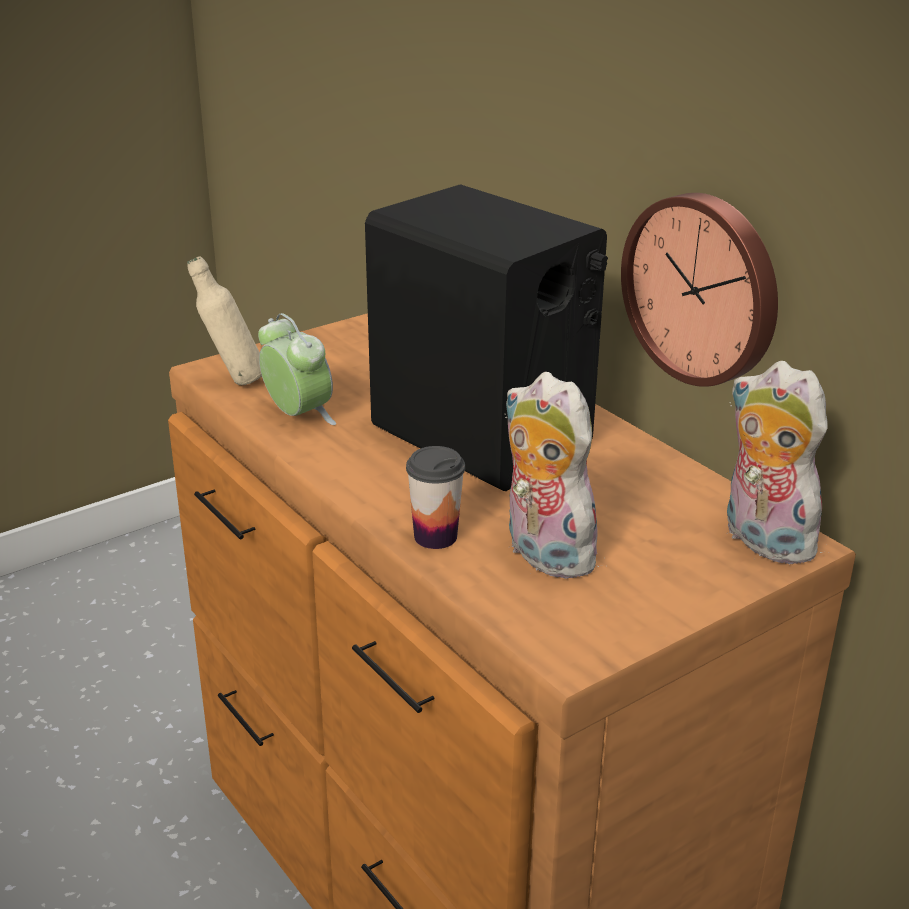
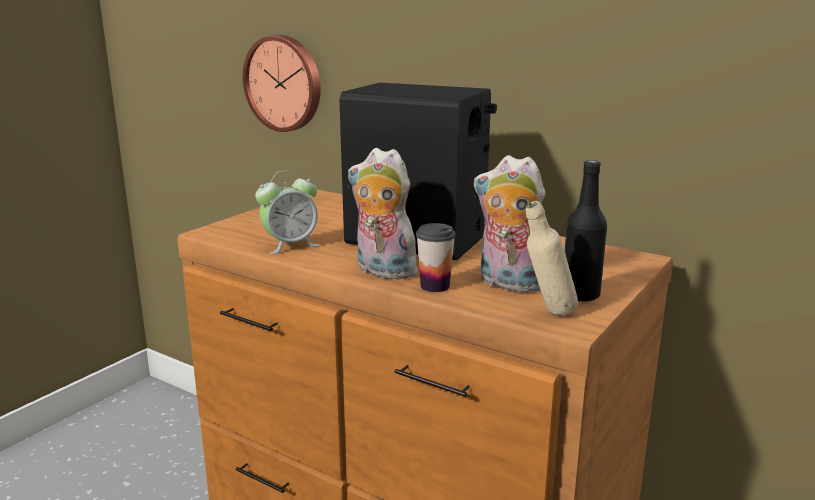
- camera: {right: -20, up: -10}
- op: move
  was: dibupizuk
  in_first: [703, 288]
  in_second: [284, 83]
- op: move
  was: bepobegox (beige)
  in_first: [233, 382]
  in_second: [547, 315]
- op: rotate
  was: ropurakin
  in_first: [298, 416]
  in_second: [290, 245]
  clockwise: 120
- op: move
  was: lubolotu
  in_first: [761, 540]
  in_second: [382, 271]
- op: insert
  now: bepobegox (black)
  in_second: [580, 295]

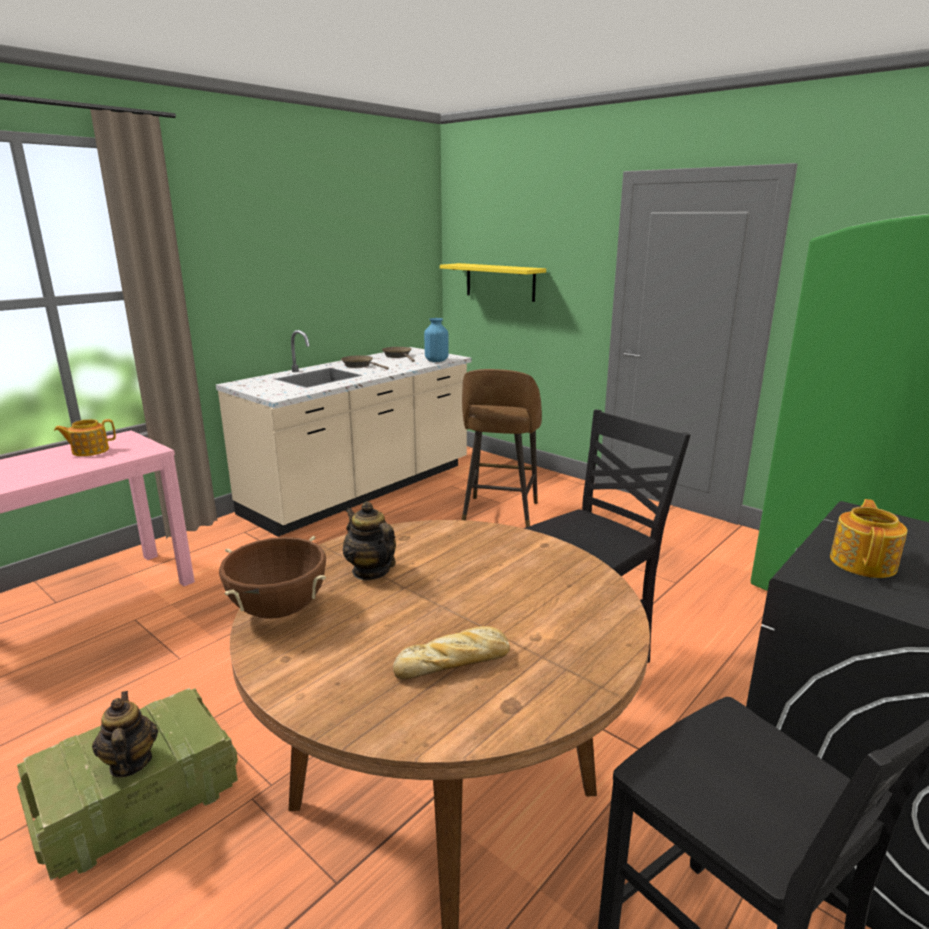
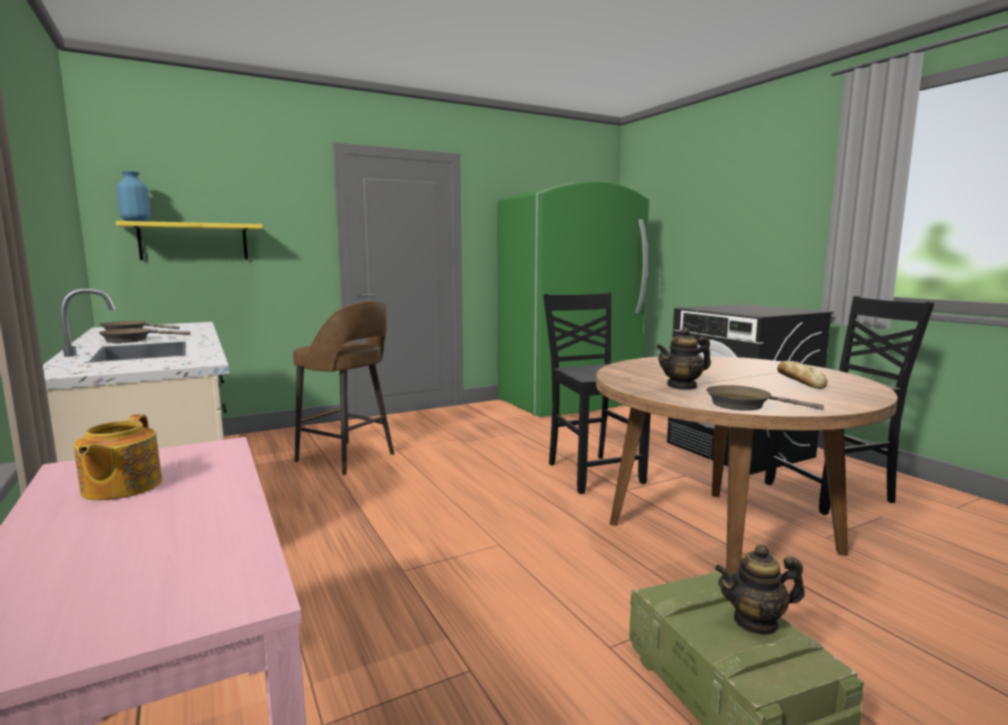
- camera: {right: -70, up: -10}
- op: move
  was: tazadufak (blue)
  in_first: [436, 361]
  in_second: [135, 221]
- op: delete
  was: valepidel
  in_first: [863, 562]
- op: replace
  was: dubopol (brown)
  now: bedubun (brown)
  in_first: [279, 610]
  in_second: [743, 405]

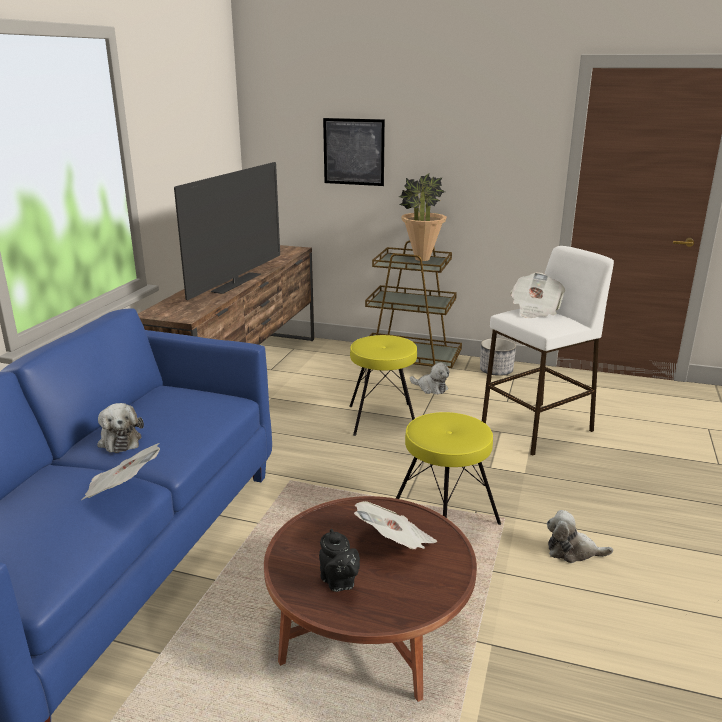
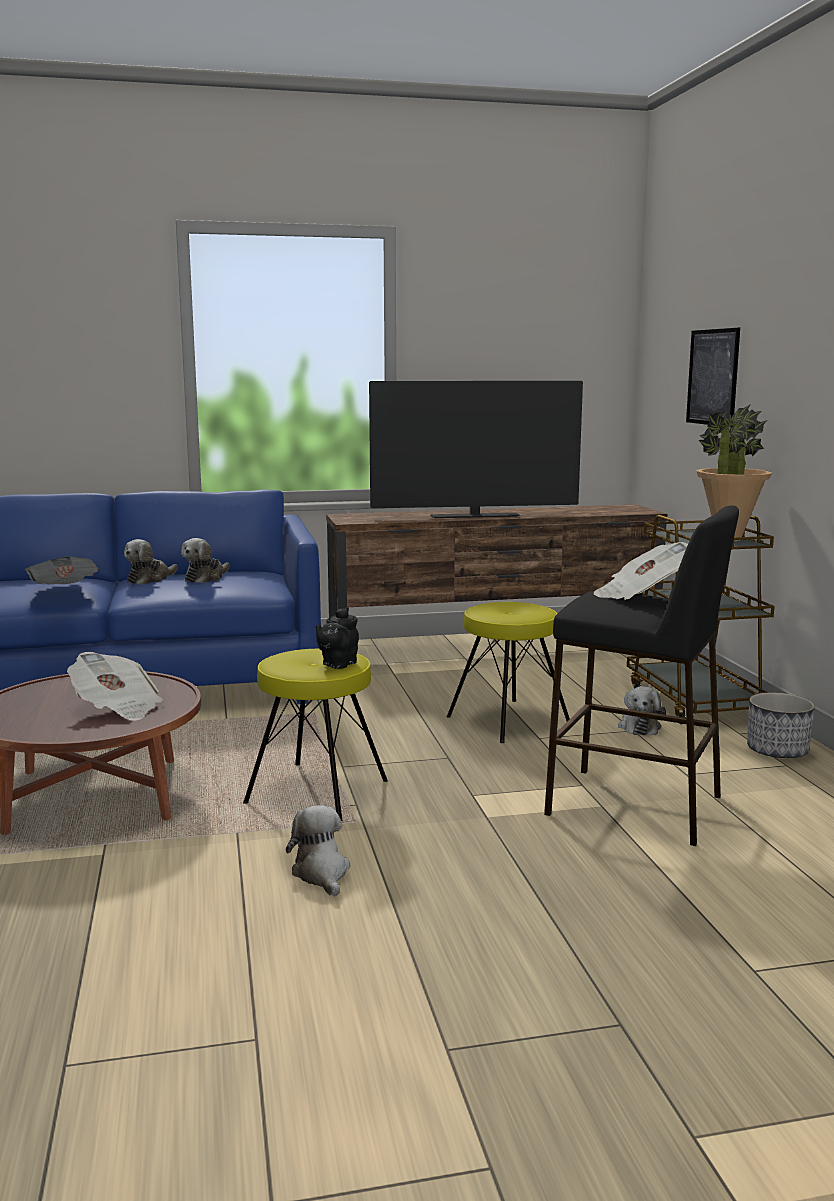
- camera: {right: 60, up: -10}
- op: recolor
  was: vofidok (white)
  now: vofidok (black)
  in_first: [537, 427]
  in_second: [635, 805]
- op: move
  was: valepidel (black)
  in_first: [339, 583]
  in_second: [337, 664]
- op: insert
  now: lubolotu
  in_second: [205, 578]

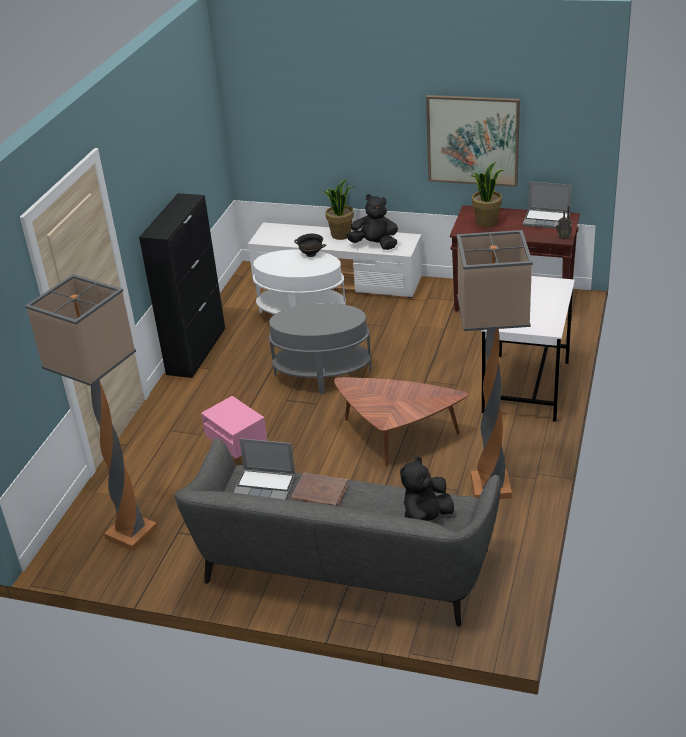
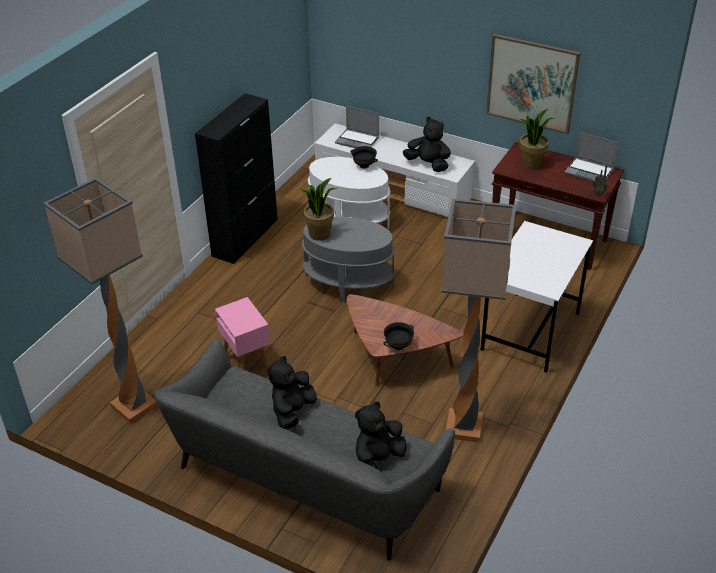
- camera: {right: 10, up: 5}
- op: move
  was: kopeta
  in_first: [341, 235]
  in_second: [319, 234]
- op: move
  was: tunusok
  in_first: [265, 486]
  in_second: [358, 140]
- op: replace
  was: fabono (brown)
  now: lubolotu (black)
  in_first: [320, 494]
  in_second: [292, 411]
- op: insert
  now: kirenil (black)
  in_second: [398, 346]

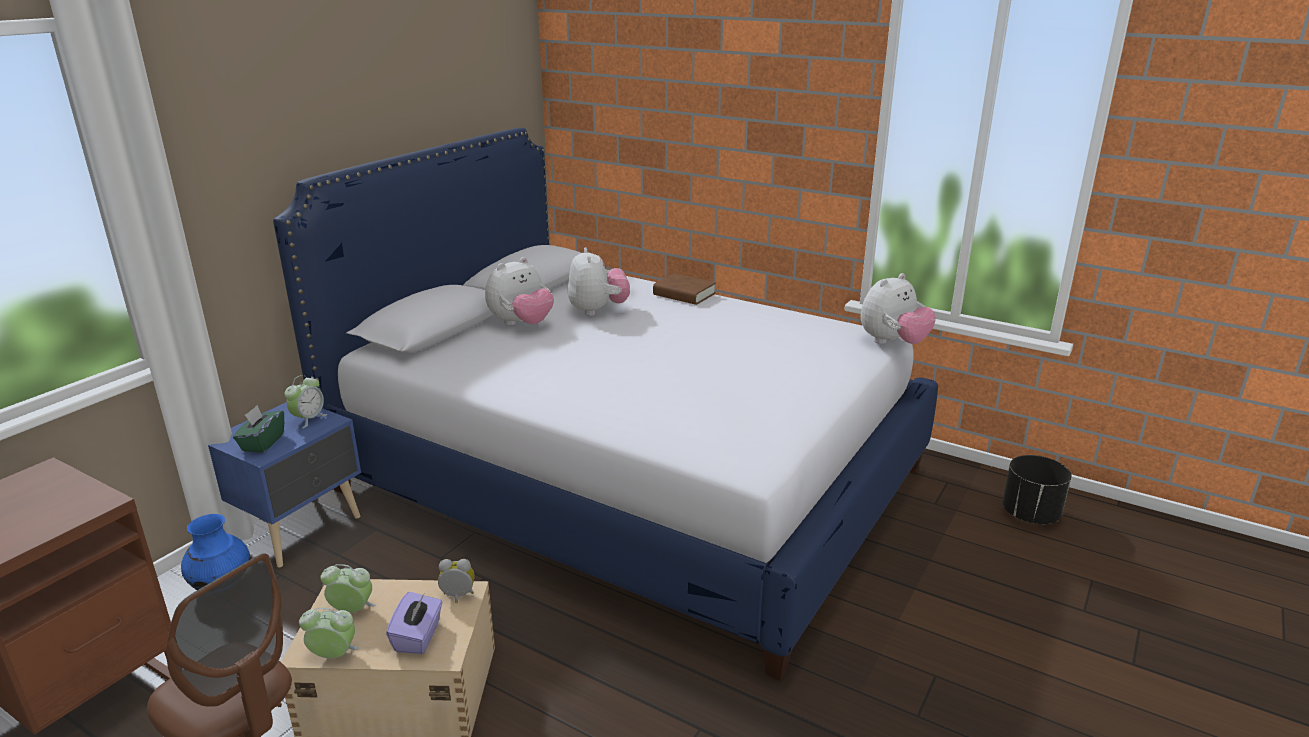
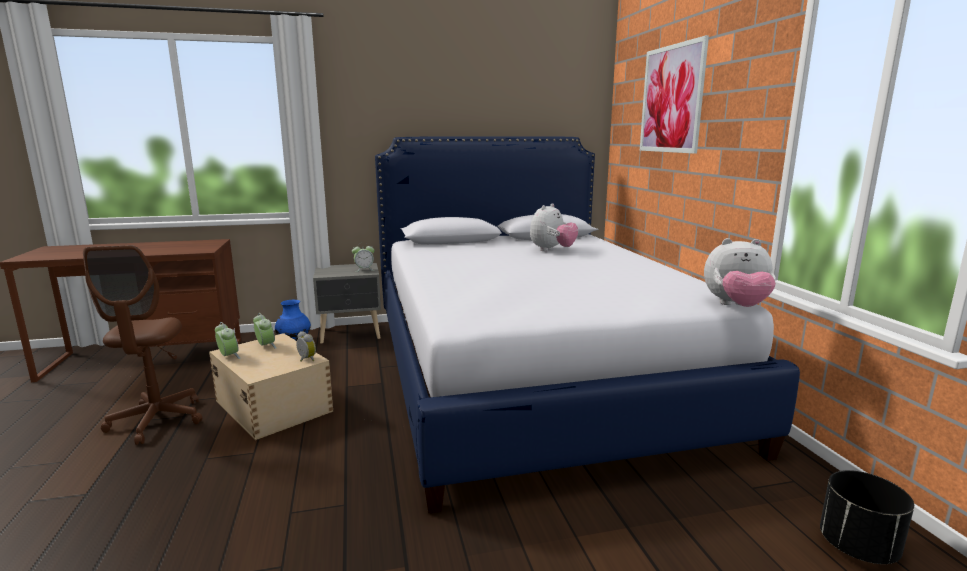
- camera: {right: 45, up: -10}
- op: delete
  was: lubolotu
  in_first: [521, 324]
- op: delete
  was: fabono (brown)
  in_first: [684, 294]
- op: recolor
  was: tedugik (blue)
  now: tedugik (grey)
  in_first: [301, 530]
  in_second: [351, 334]
- op: delete
  was: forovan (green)
  in_first: [262, 443]
- op: delete
  was: forovan (purple)
  in_first: [418, 637]
- op: insert
  now: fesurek
  in_second: [671, 99]

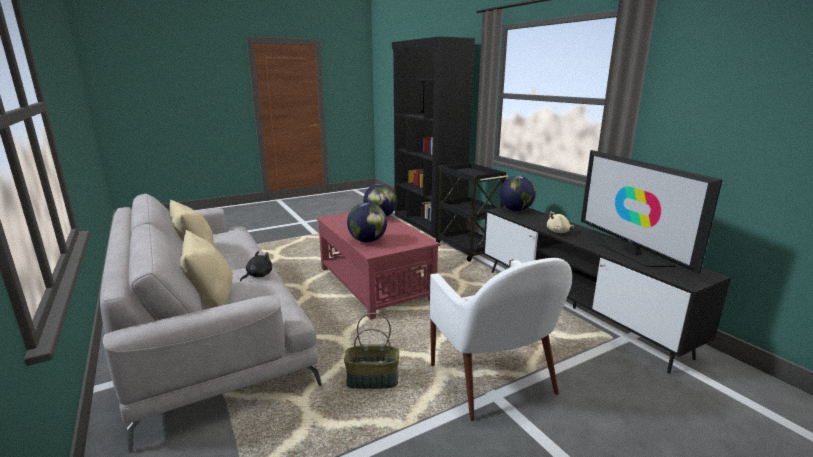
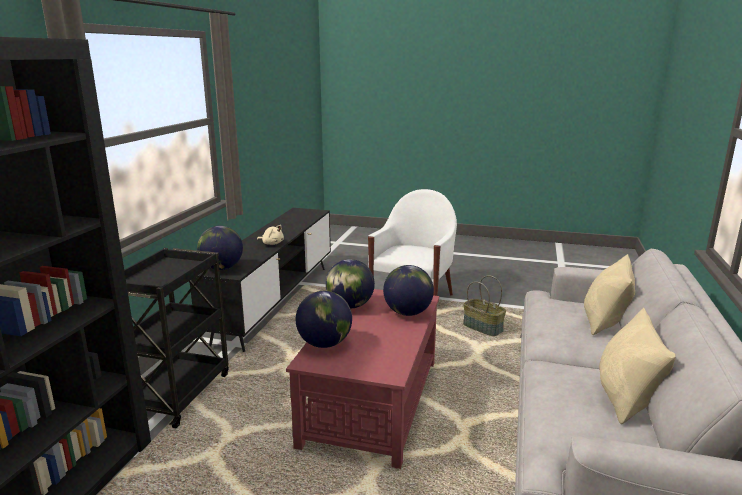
- camera: {right: -135, up: 0}
- op: delete
  was: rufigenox
  in_first: [631, 253]
- op: delete
  was: lubolotu (black)
  in_first: [258, 276]
- op: insert
  now: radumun
  in_second: [350, 306]

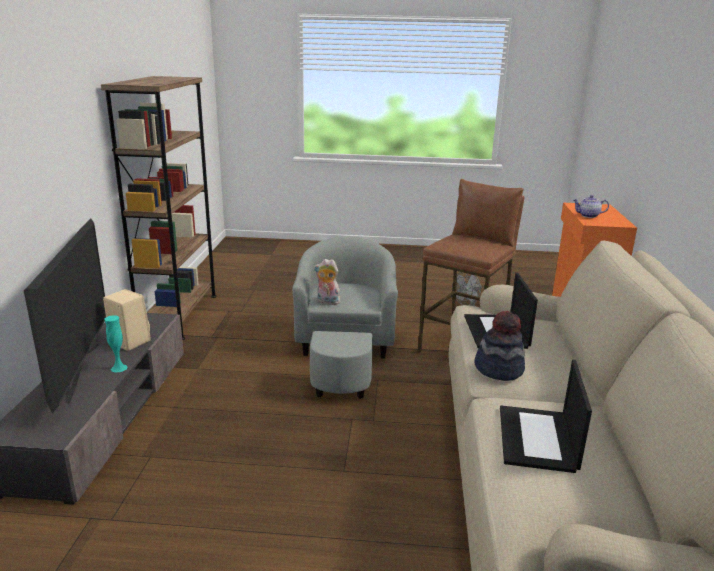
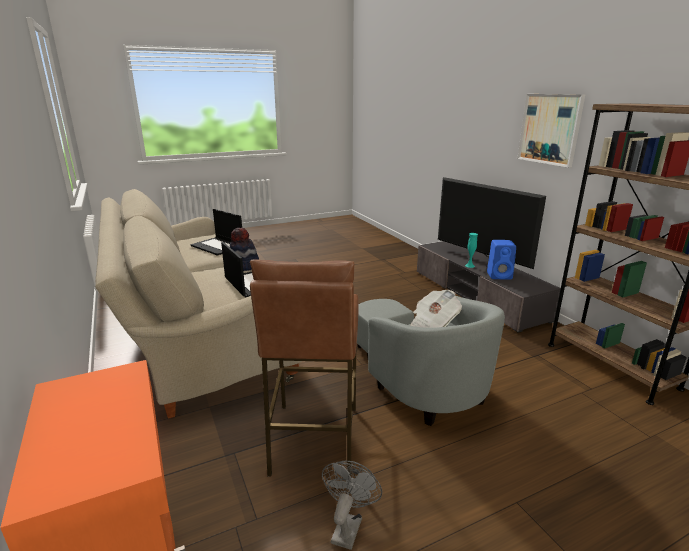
- camera: {right: 150, up: 0}
- op: delete
  was: valepidel
  in_first: [588, 216]
- op: replace
  was: lubolotu
  now: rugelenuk
  in_first: [327, 302]
  in_second: [433, 323]
- op: recolor
  was: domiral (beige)
  now: domiral (blue)
  in_first: [128, 342]
  in_second: [500, 275]
- op: rotate
  was: tunusok
  in_first: [538, 439]
  in_second: [218, 246]
  clockwise: 150
- op: insert
  now: fesurek
  in_second: [550, 129]

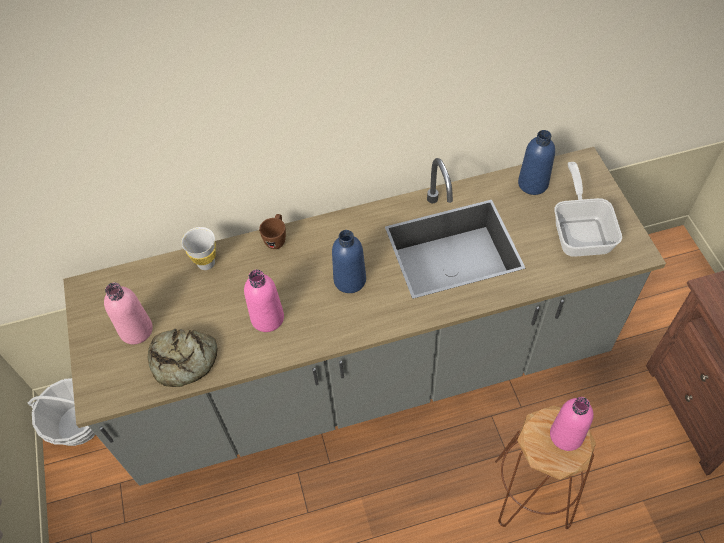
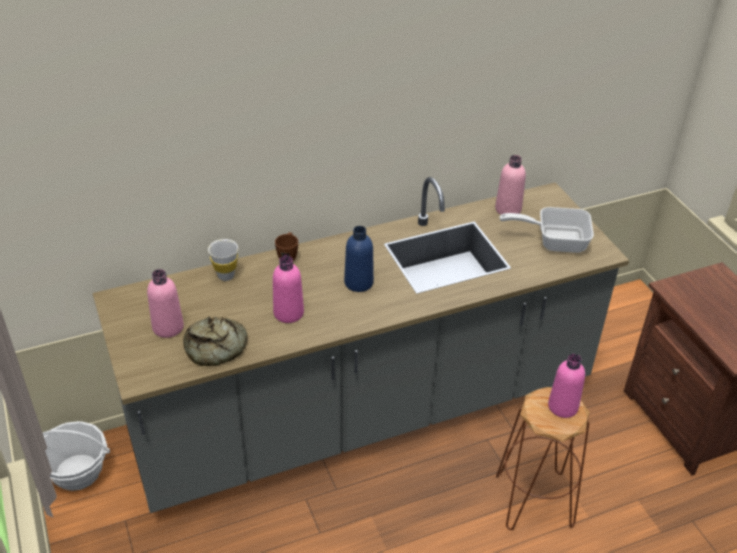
- camera: {right: -10, up: -15}
- op: recolor
  was: bepobegox (blue)
  now: bepobegox (pink)
  in_first: [533, 183]
  in_second: [508, 209]
- op: rotate
  was: bedubun
  in_first: [581, 231]
  in_second: [554, 240]
  clockwise: -75

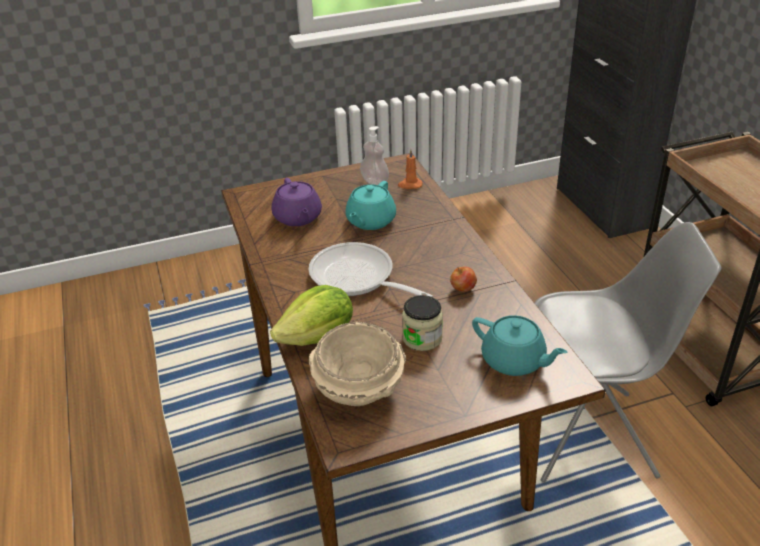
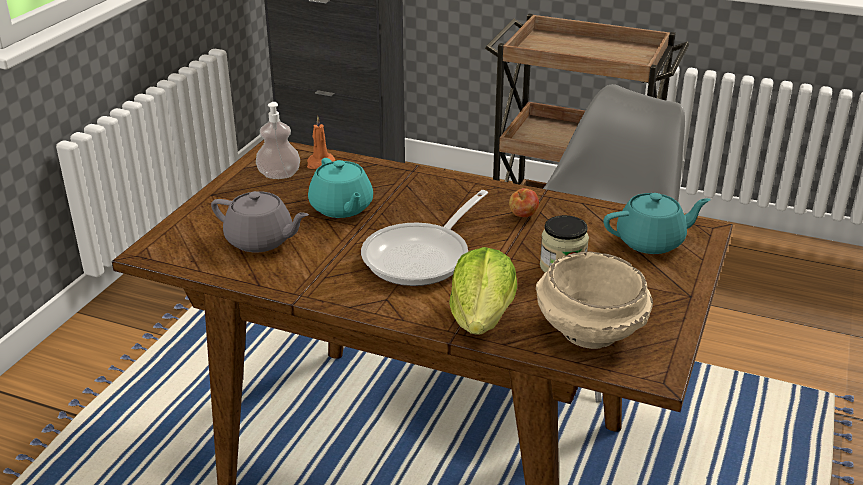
- camera: {right: -50, up: -5}
- op: recolor
  was: valepidel (purple)
  now: valepidel (grey)
  in_first: [297, 218]
  in_second: [261, 241]
- op: rotate
  was: bedubun
  in_first: [357, 278]
  in_second: [422, 256]
  clockwise: -45

